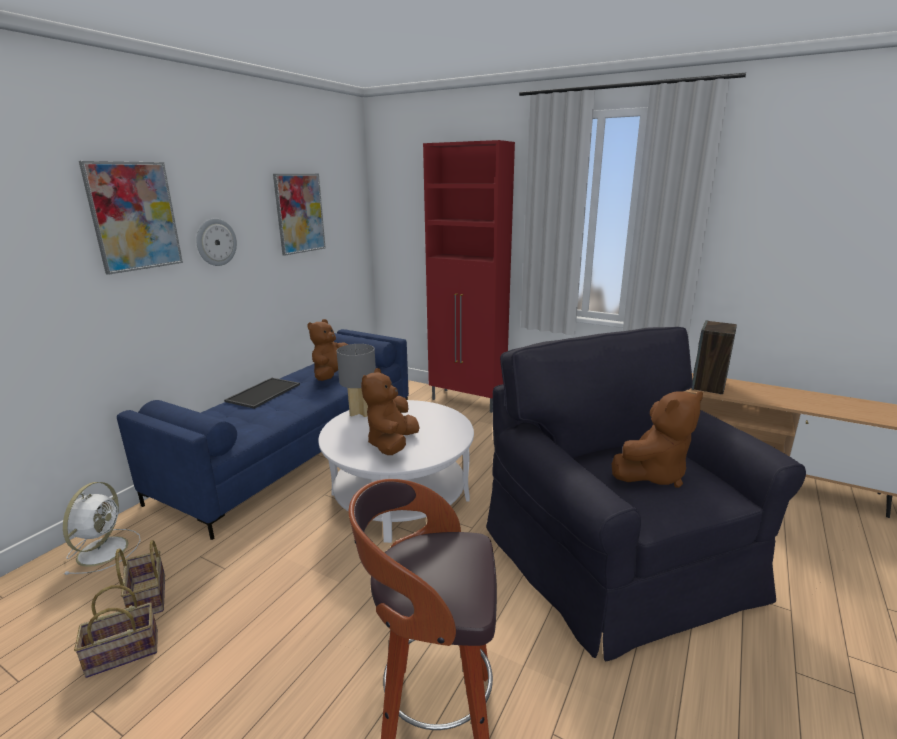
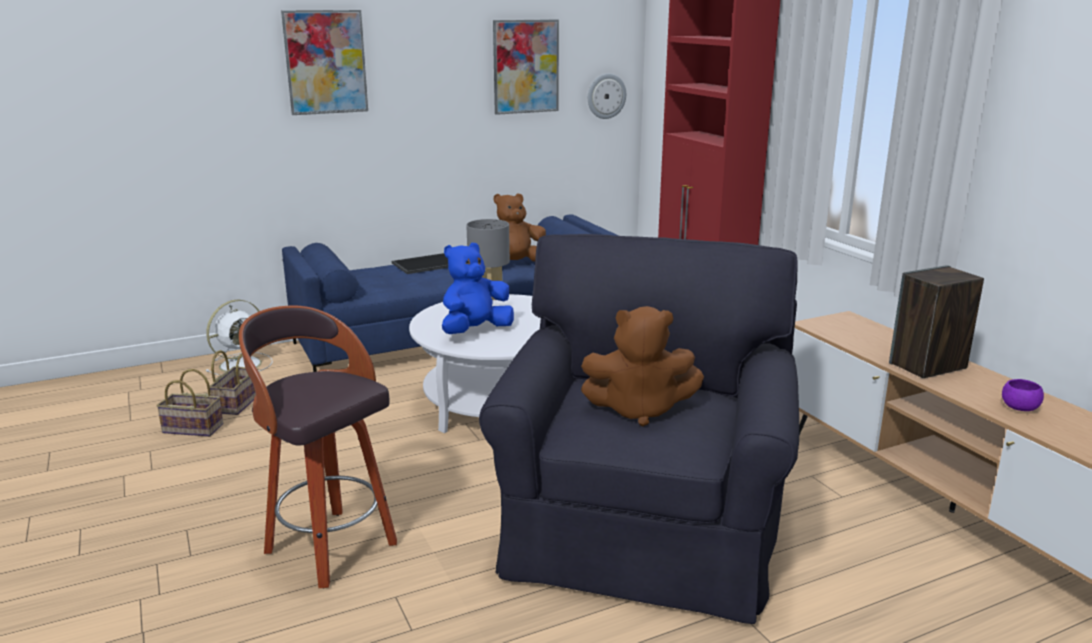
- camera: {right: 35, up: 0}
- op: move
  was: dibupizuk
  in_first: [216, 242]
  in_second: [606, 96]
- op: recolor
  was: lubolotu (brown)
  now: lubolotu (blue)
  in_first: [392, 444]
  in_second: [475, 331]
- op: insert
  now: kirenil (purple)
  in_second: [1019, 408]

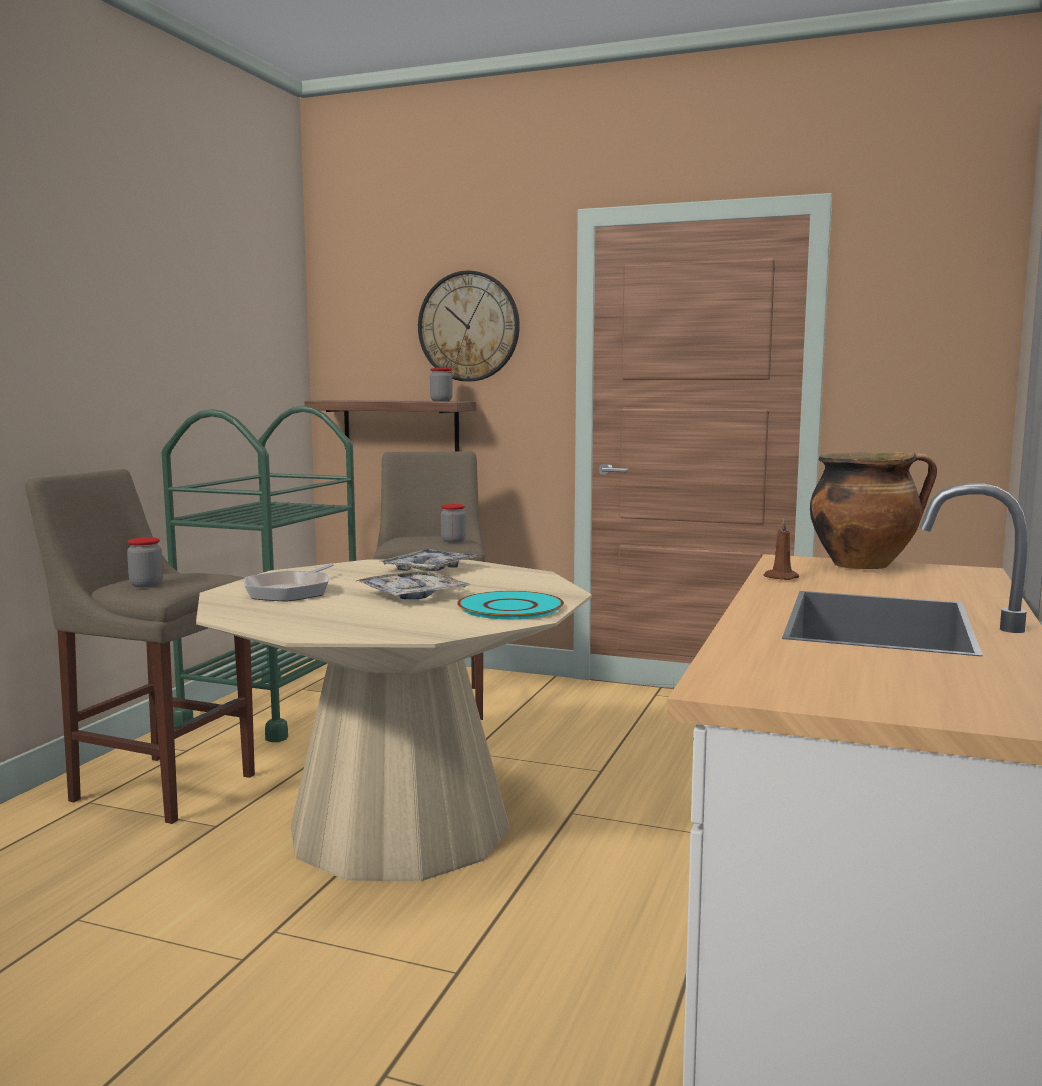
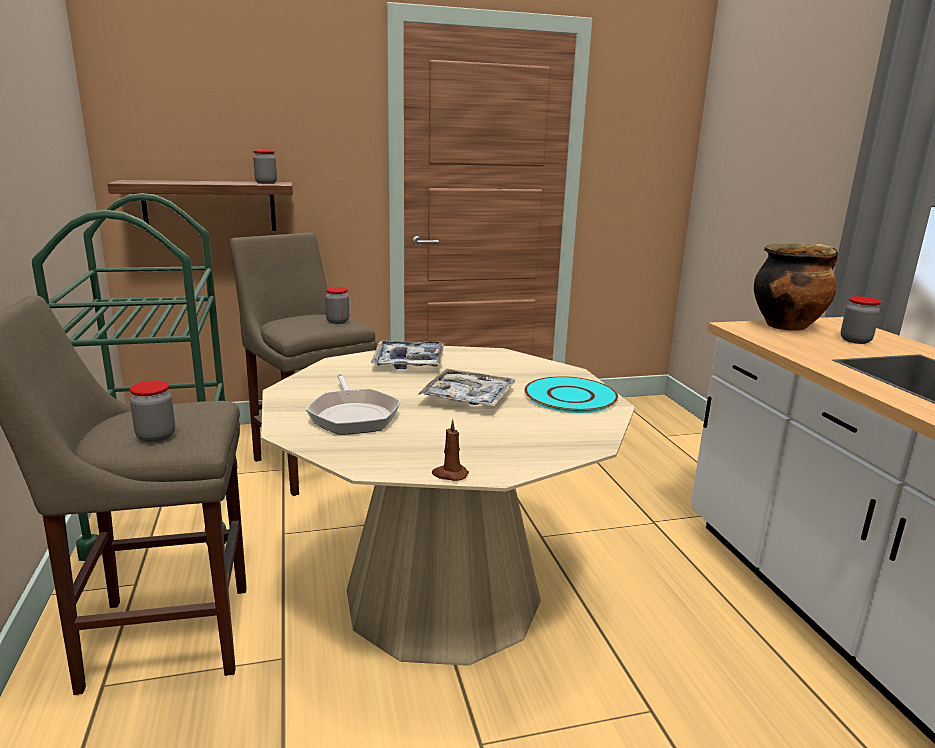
- camera: {right: -35, up: 10}
- op: delete
  was: dibupizuk
  in_first: [469, 326]
- op: move
  was: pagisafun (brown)
  in_first: [780, 577]
  in_second: [449, 474]
- op: insert
  now: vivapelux
  in_second: [855, 340]

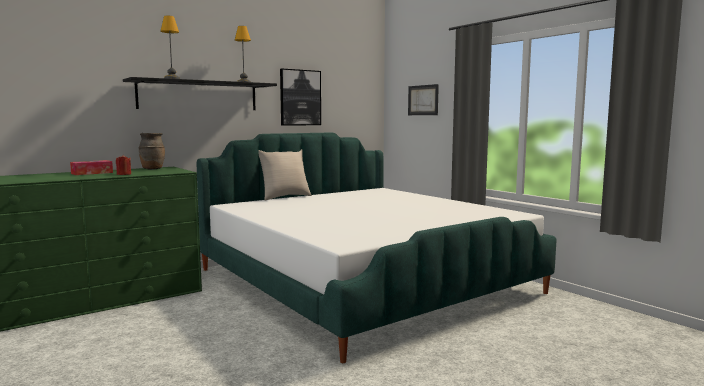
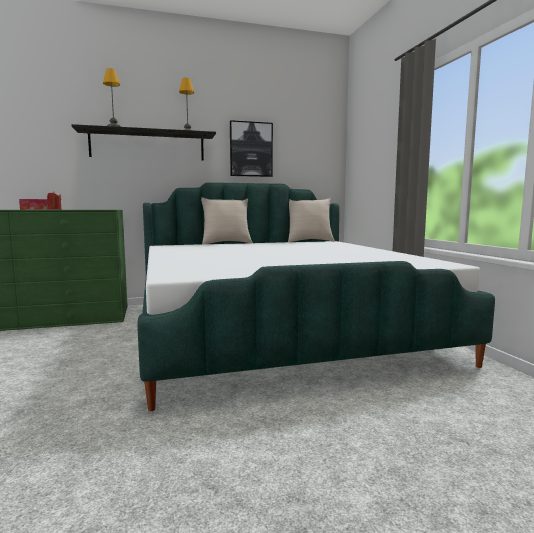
- camera: {right: 20, up: 0}
- op: delete
  was: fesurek
  in_first: [423, 100]
- op: delete
  was: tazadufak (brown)
  in_first: [152, 169]
- op: insert
  now: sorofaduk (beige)
  in_second: [309, 241]

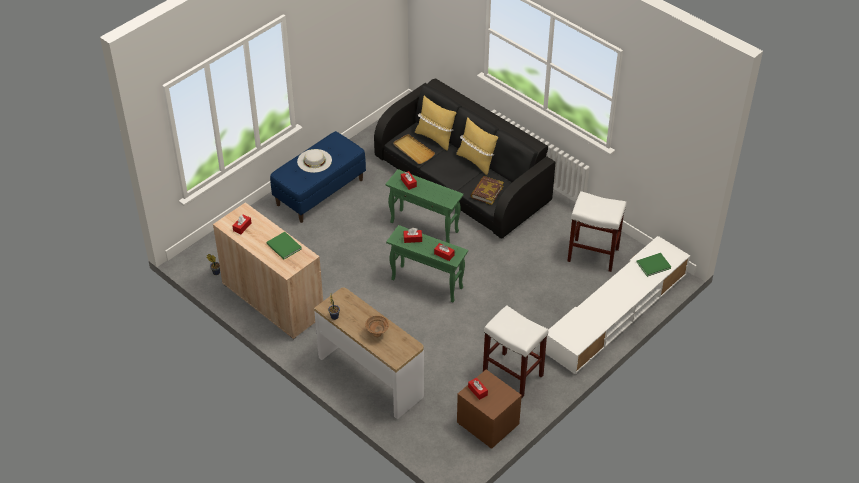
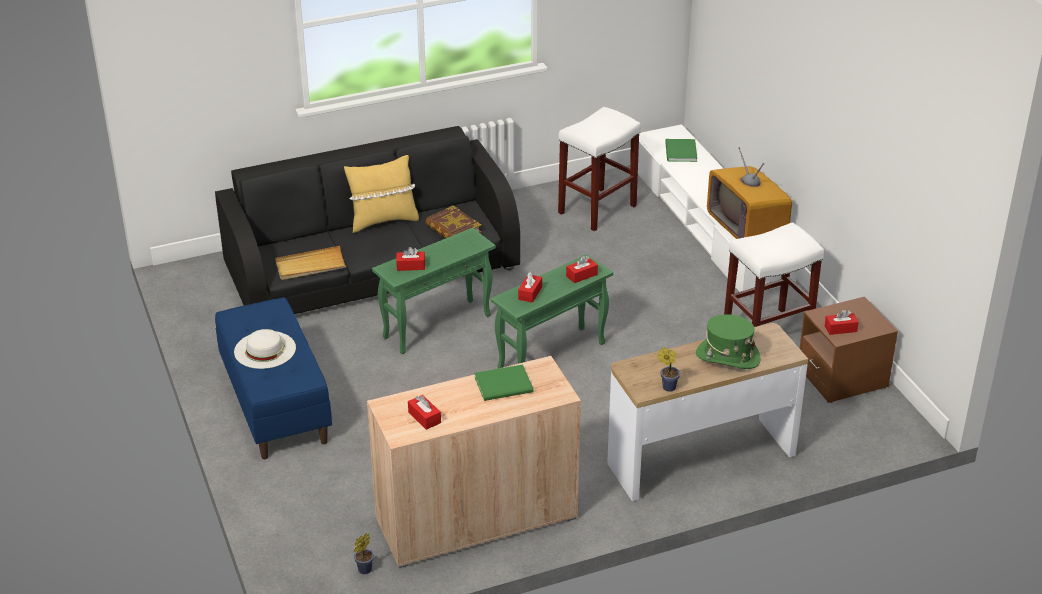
- camera: {right: -65, up: -10}
- op: delete
  was: sorofaduk (yellow)
  in_first: [435, 138]
- op: replace
  was: kirenil (brown)
  now: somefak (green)
  in_first: [377, 333]
  in_second: [727, 357]
- op: insert
  now: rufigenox
  in_second: [746, 227]

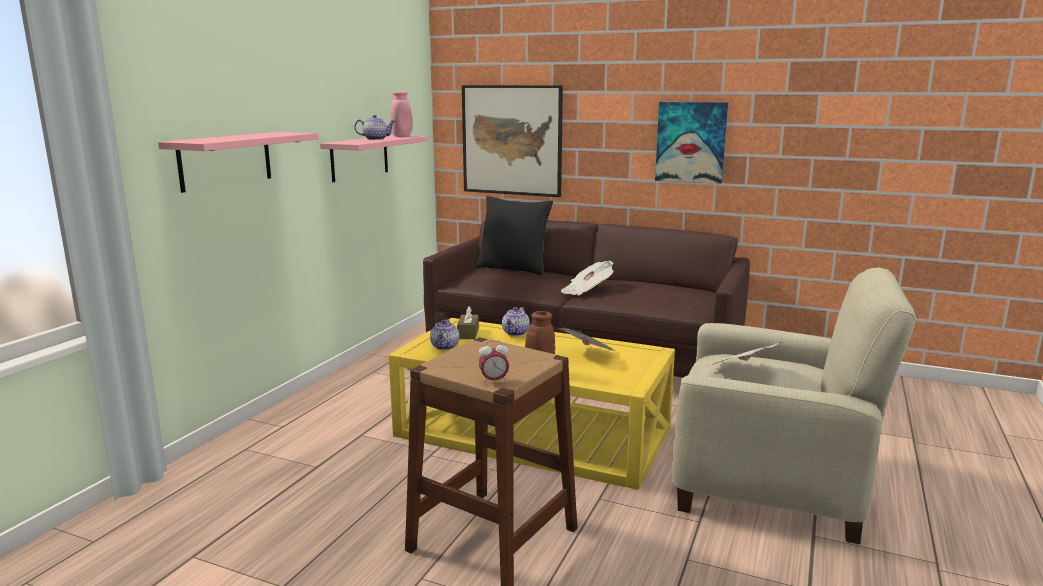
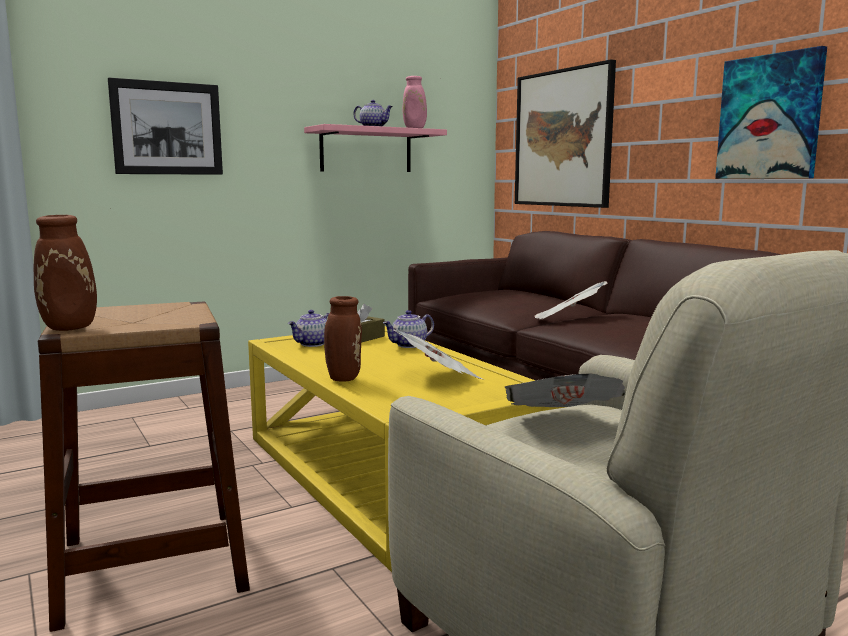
- camera: {right: 35, up: -5}
- op: replace
  was: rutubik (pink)
  now: fesurek
  in_first: [226, 160]
  in_second: [167, 128]
- op: delete
  was: sorofaduk (black)
  in_first: [513, 268]
- op: replace
  was: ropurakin
  now: tazadufak (brown)
  in_first: [494, 381]
  in_second: [73, 328]

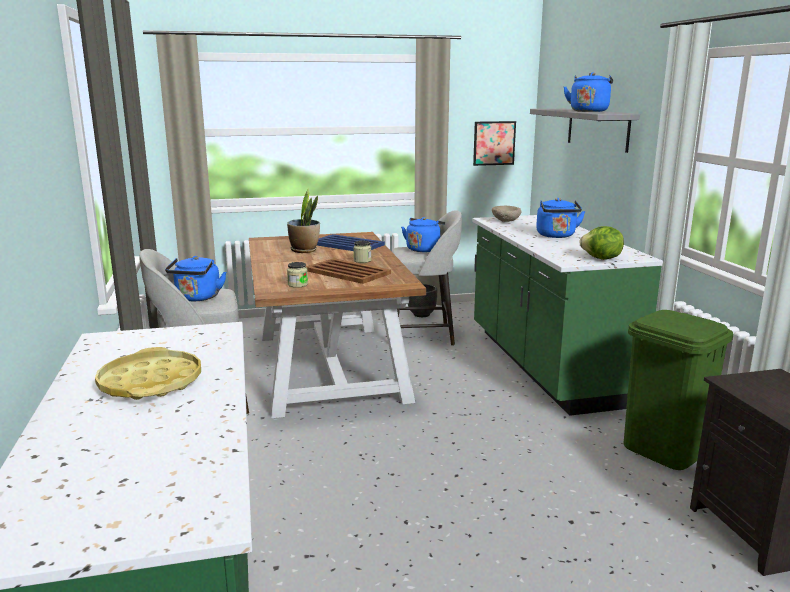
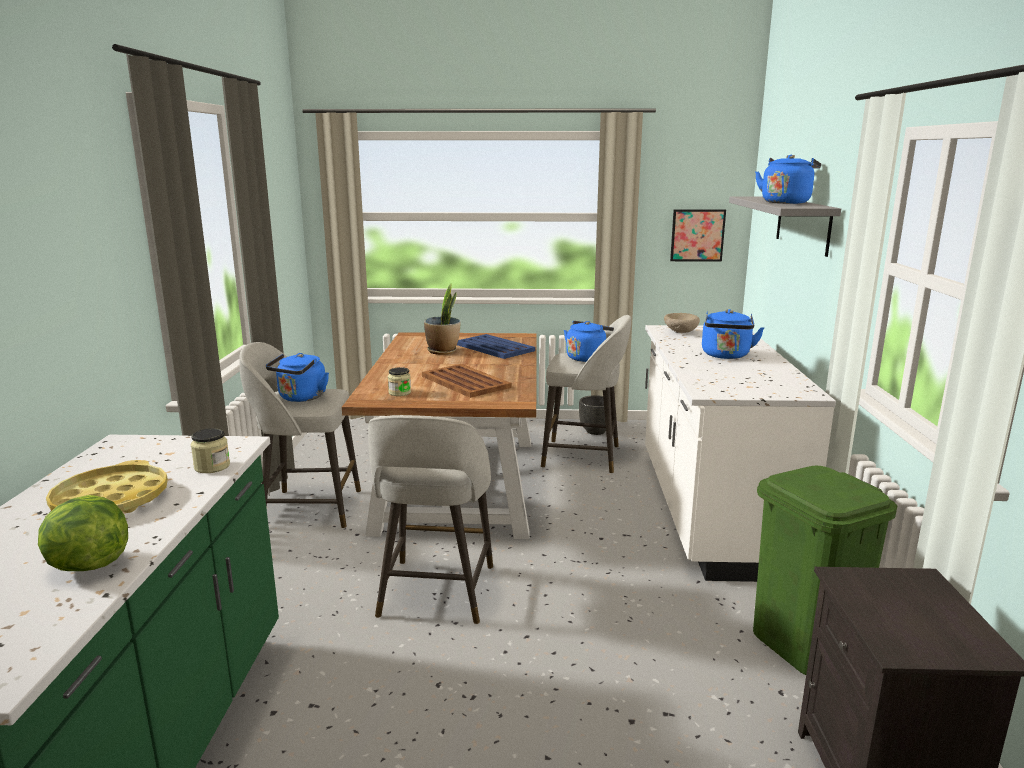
- camera: {right: 15, up: 0}
- op: recolor
  was: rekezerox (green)
  now: rekezerox (white)
  in_first: [544, 365]
  in_second: [709, 511]
- op: move
  was: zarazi
  in_first: [601, 259]
  in_second: [88, 565]
- op: move
  was: vivapelux
  in_first: [362, 260]
  in_second: [212, 466]
- op: insert
  now: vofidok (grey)
  in_second: [435, 593]

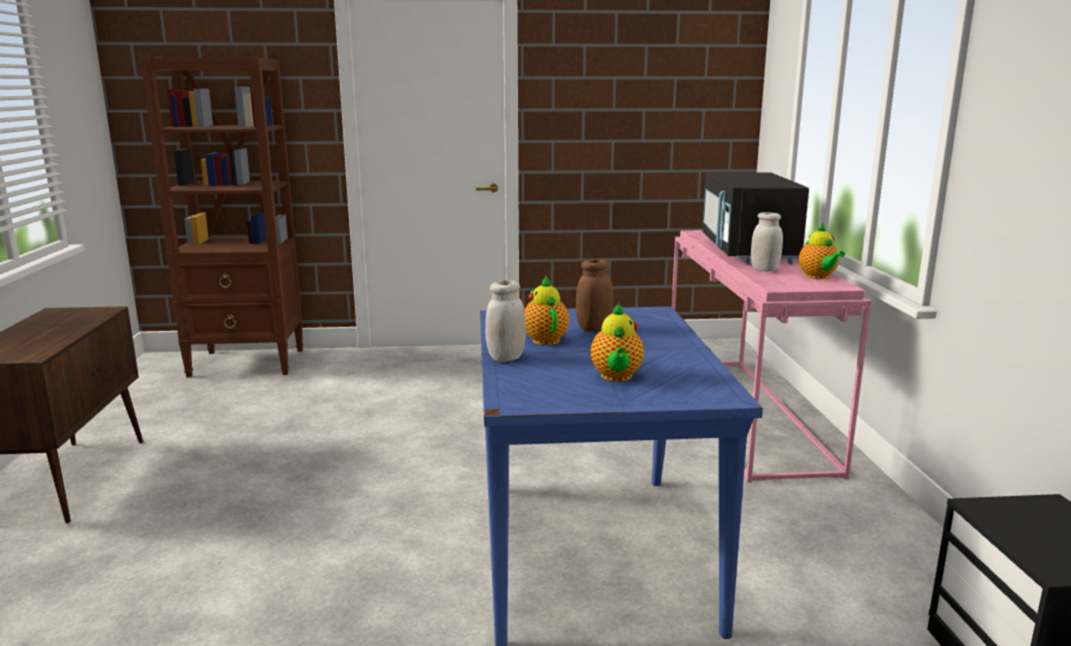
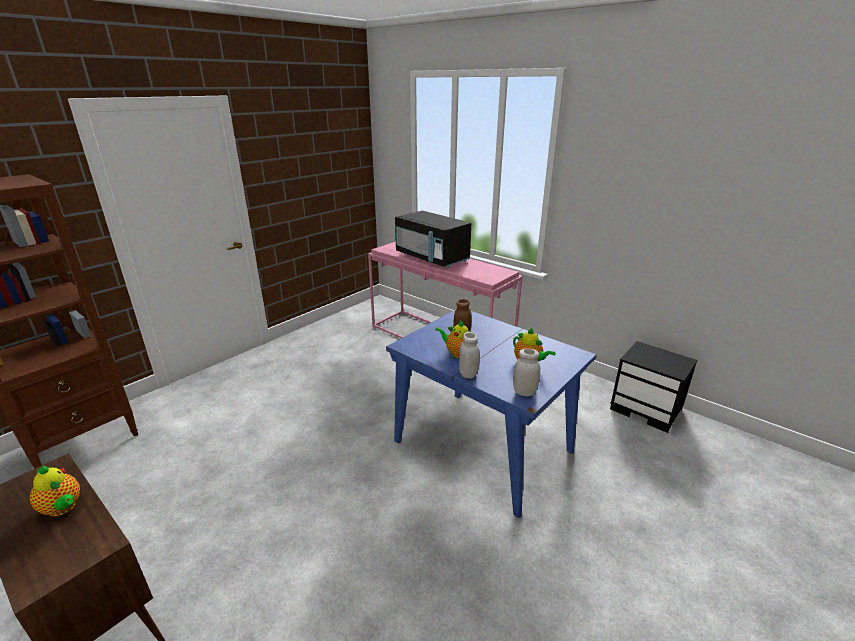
- camera: {right: -45, up: 10}
- op: move
  was: vivapelux (white)
  in_first: [764, 269]
  in_second: [524, 392]
- op: move
  was: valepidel
  in_first: [818, 277]
  in_second: [63, 508]

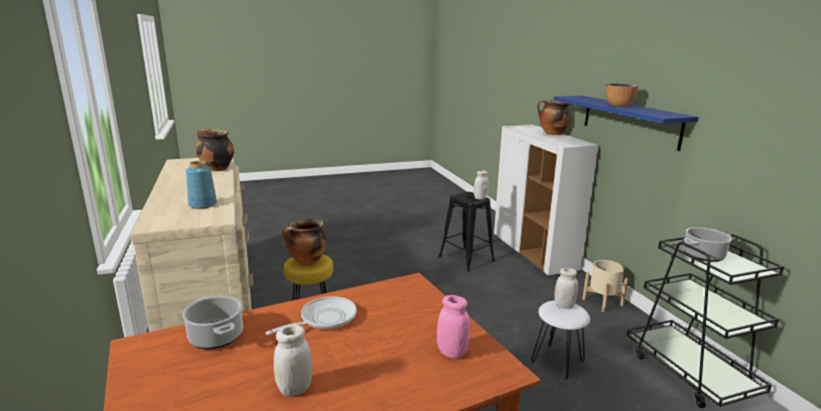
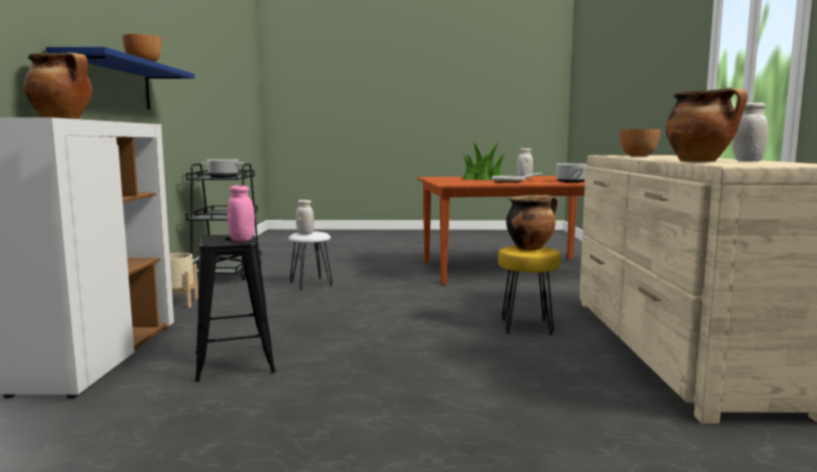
- camera: {right: -160, up: -10}
- op: replace
  was: tazadufak (blue)
  now: kirenil
  in_first: [203, 205]
  in_second: [638, 156]
- op: move
  was: vivapelux (white)
  in_first: [480, 198]
  in_second: [748, 161]
- op: move
  was: vivapelux (pink)
  in_first: [452, 352]
  in_second: [242, 240]
- op: insert
  now: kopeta
  in_second: [483, 178]

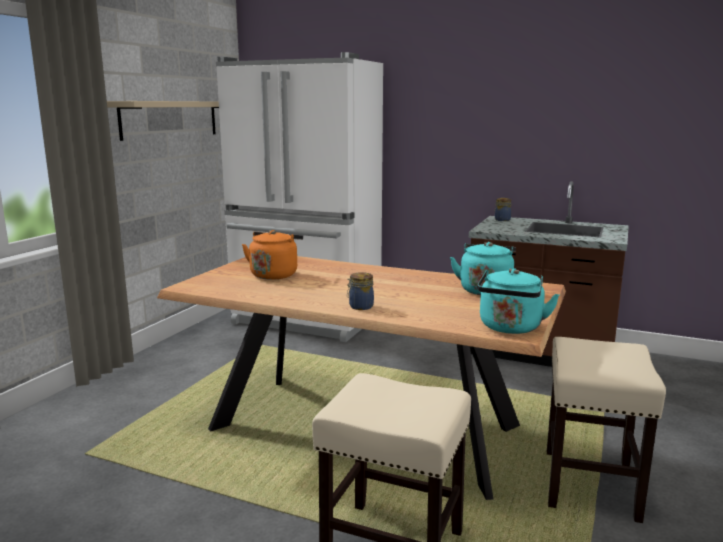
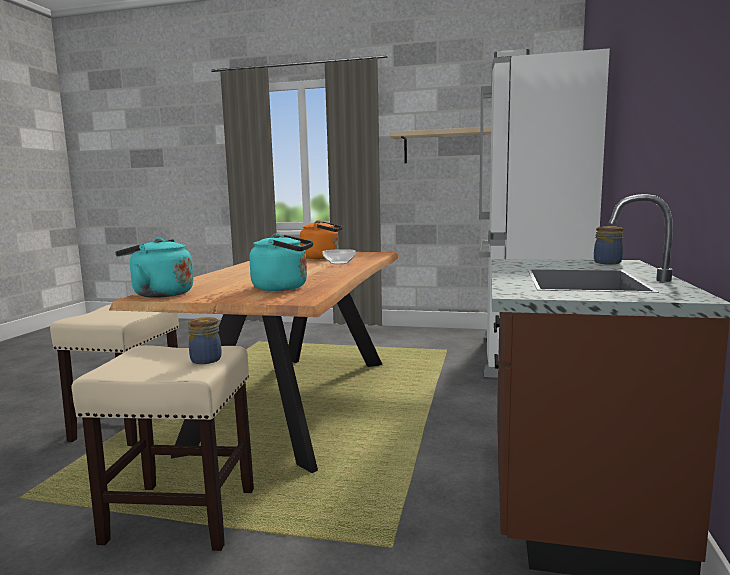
- camera: {right: 80, up: -5}
- op: move
  was: vivapelux
  in_first: [360, 307]
  in_second: [205, 359]
- op: insert
  now: kirenil
  in_second: [339, 263]

